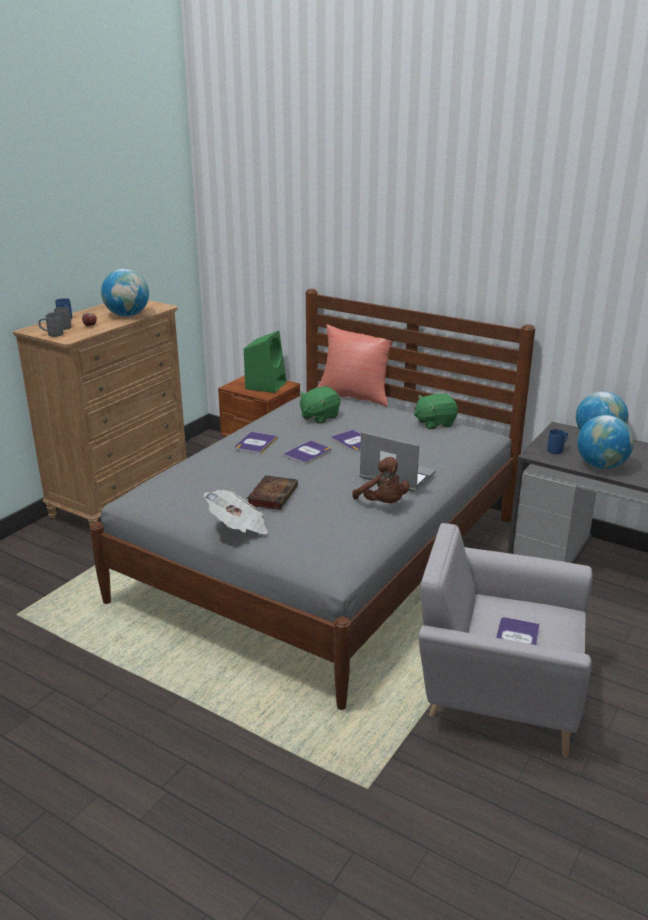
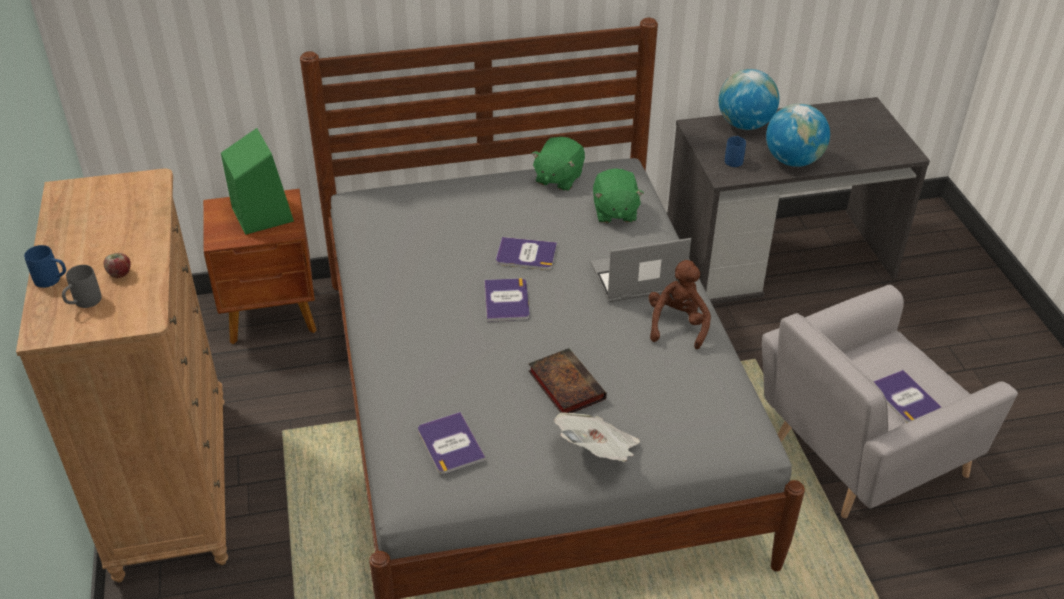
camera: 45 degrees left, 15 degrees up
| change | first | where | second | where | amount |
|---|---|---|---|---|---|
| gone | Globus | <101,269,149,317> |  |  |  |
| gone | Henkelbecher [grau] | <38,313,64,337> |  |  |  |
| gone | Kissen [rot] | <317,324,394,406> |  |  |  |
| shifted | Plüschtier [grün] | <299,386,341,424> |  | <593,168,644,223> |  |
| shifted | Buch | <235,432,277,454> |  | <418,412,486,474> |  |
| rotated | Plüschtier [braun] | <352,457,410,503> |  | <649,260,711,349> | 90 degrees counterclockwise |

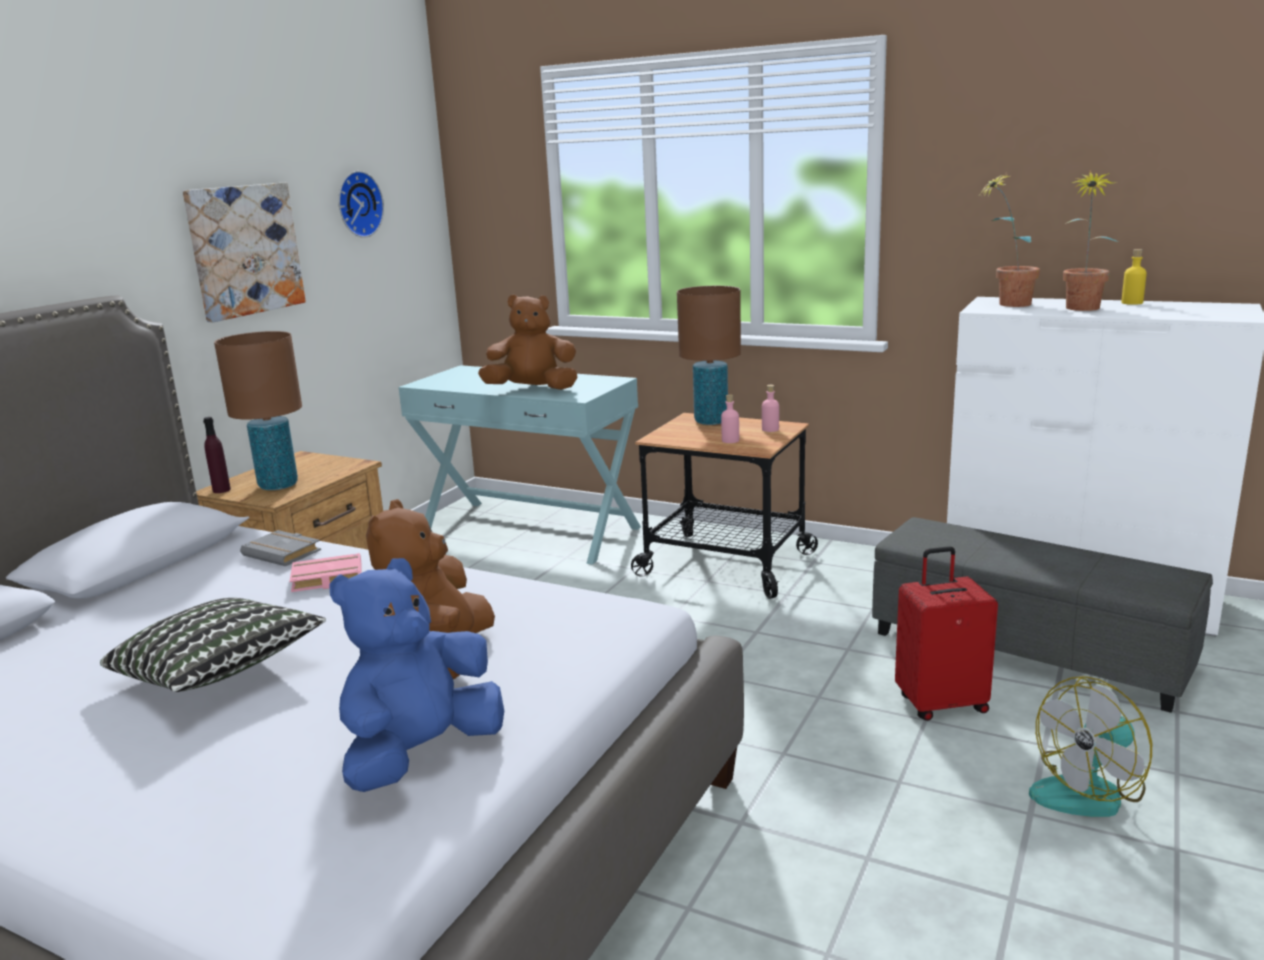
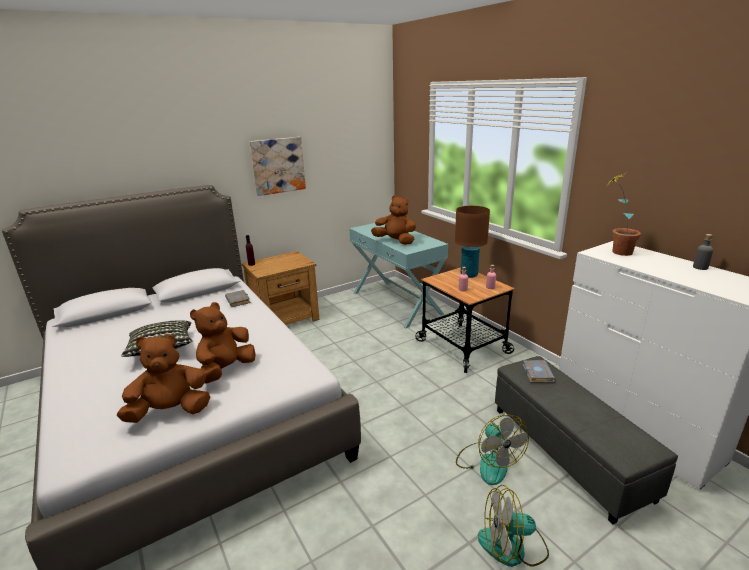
camera: 30 degrees right, 5 degrees up
| change | first | where | second | where | amount |
|---|---|---|---|---|---|
| gone | Topfpflanze | <1063,170,1119,311> |  |  |  |
| gone | Wanduhr | <338,171,384,238> |  |  |  |
| repainted | Flasche [gelb] | <1121,249,1147,305> | Flasche [grau] | <693,234,713,270> |  |
| gone | Tischlampe [braun] | <214,331,302,490> |  |  |  |
| swapped | Koffer [rot] | <895,546,998,721> | Ventilator | <456,415,529,485> |  |
| gone | Buch [rosa] | <290,553,362,592> |  |  |  |
| repainted | Plüschtier [blau] | <329,558,504,792> | Plüschtier [braun] | <117,334,210,423> |  |
| new |  |  | Buch [grau] | <523,360,556,383> |  |

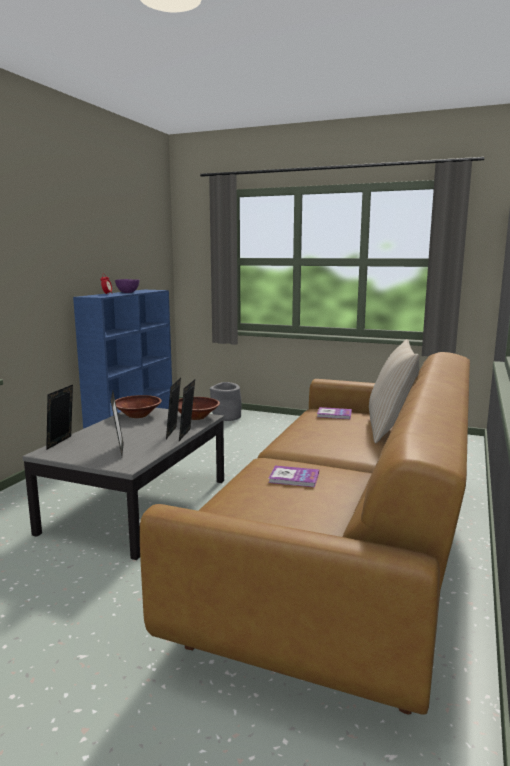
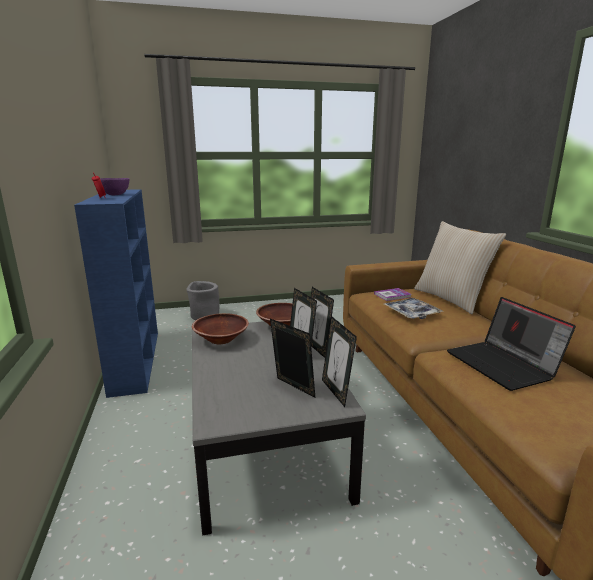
camera: 35 degrees left, 5 degrees up
| change | first | where | second | where | amount |
|---|---|---|---|---|---|
| shifted | Bilderrahmen | <46,385,73,450> |  | <322,316,357,407> |  |
| swapped | Buch | <268,466,319,487> | Laptop | <447,297,576,391> |  |
| new |  |  | Tablett | <384,298,444,319> |  |

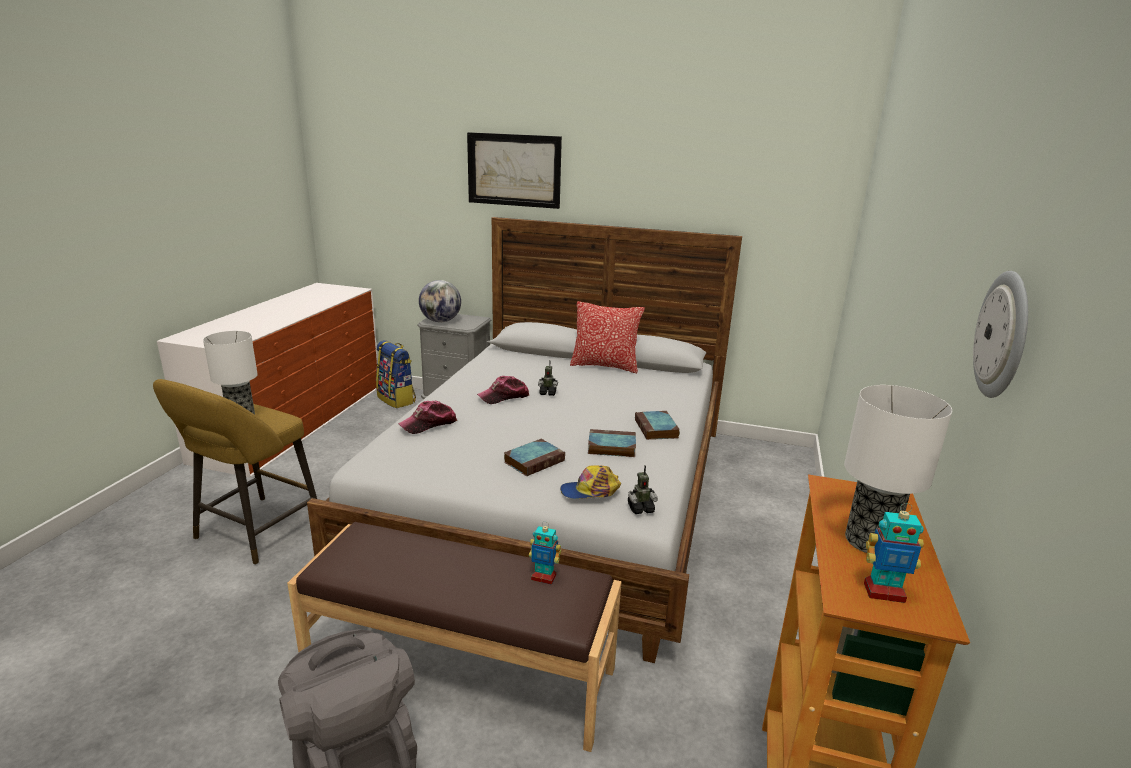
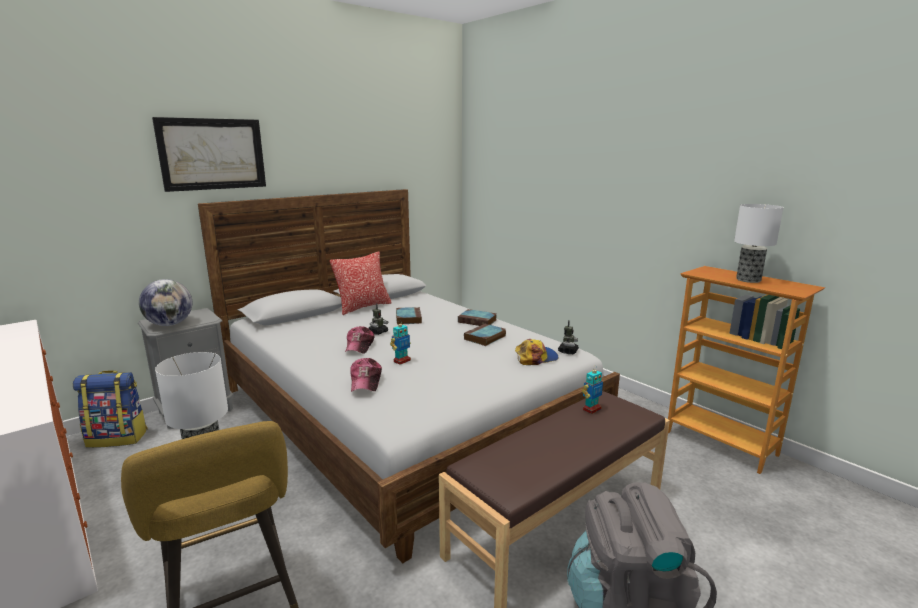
camera: 55 degrees left, 5 degrees down
| change | first | where | second | where | amount |
|---|---|---|---|---|---|
| gone | Wanduhr | <973,271,1028,398> |  |  |  |
| shifted | Buch | <504,439,565,476> |  | <396,307,422,325> |  |
| rotated | Kappe | <560,465,621,499> |  | <515,339,559,365> | 135 degrees counterclockwise |
| shifted | Spielzeugroboter | <864,503,924,603> |  | <390,320,411,365> |  |

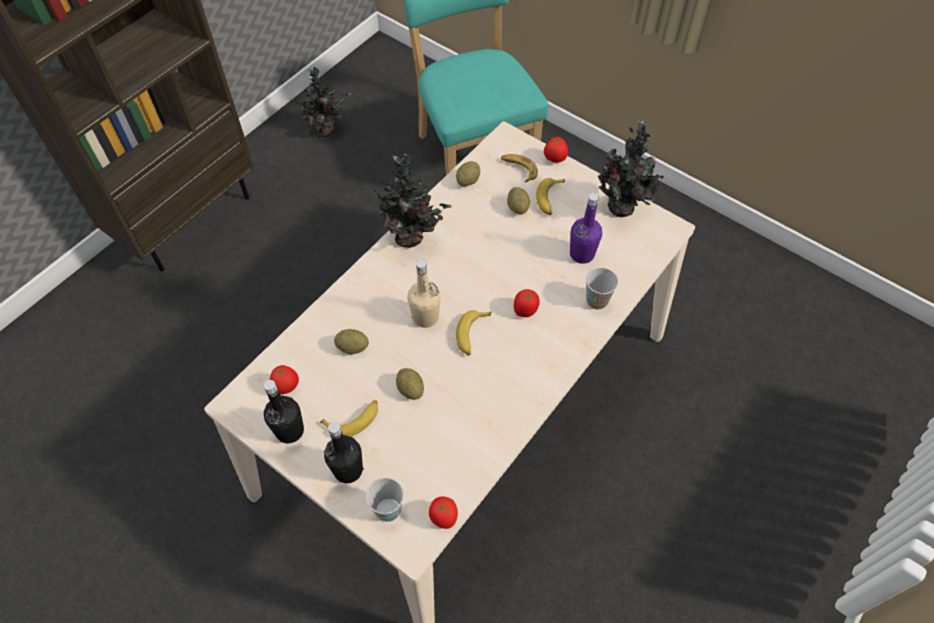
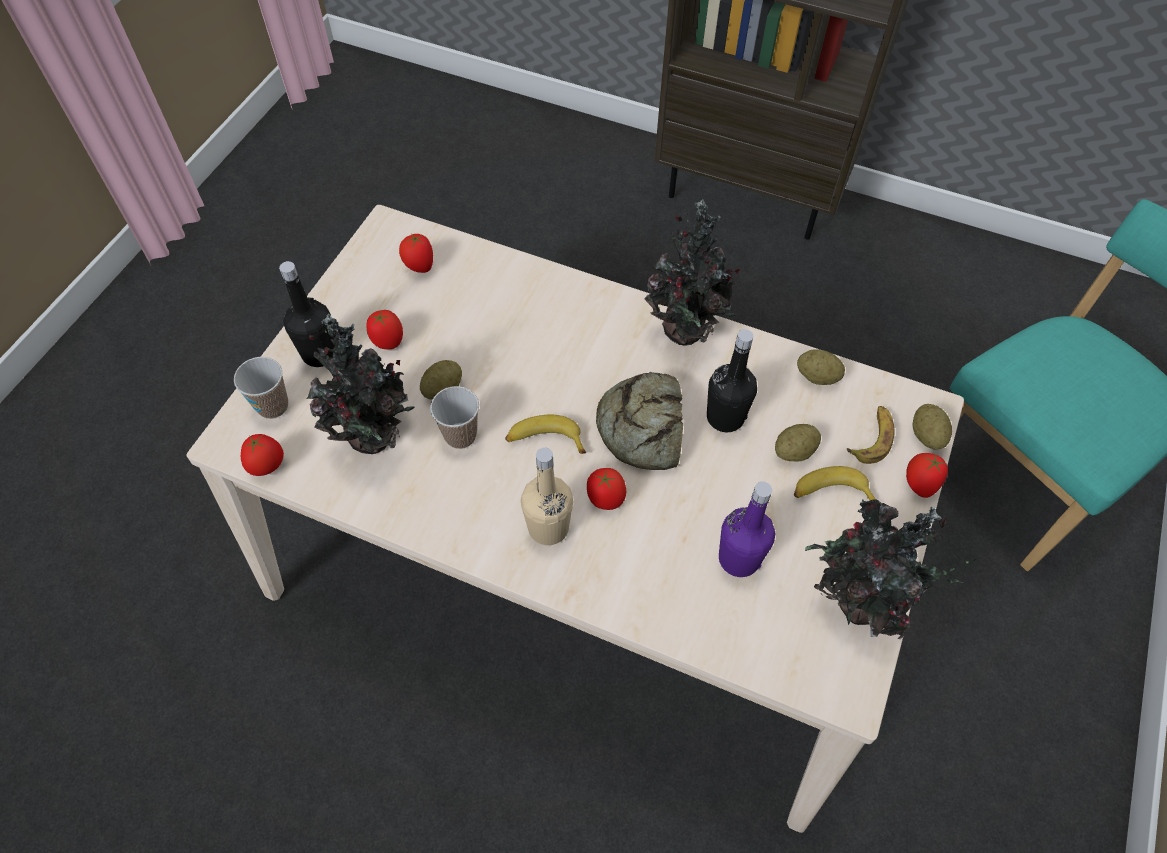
camera: 75 degrees right, 0 degrees up
| change | first | where | second | where | amount |
|---|---|---|---|---|---|
| shifted | Topfpflanze | <290,67,351,137> |  | <306,313,414,454> |  |
| shifted | Flasche [beige] | <407,259,441,328> |  | <521,448,573,545> |  |
| shifted | Tasse | <586,267,619,310> |  | <430,386,479,449> |  |
| shifted | Kartoffel | <334,329,369,354> |  | <912,404,952,450> |  |
| shifted | Flasche [schwarz] | <264,380,304,444> |  | <707,329,757,432> |  |
| swapped | Banane | <320,400,378,437> | Tomate | <367,310,403,349> |  |
| new |  |  | Brot | <596,372,683,470> |  |

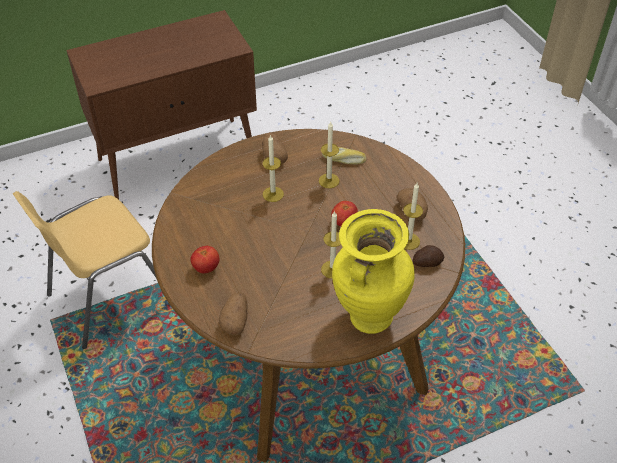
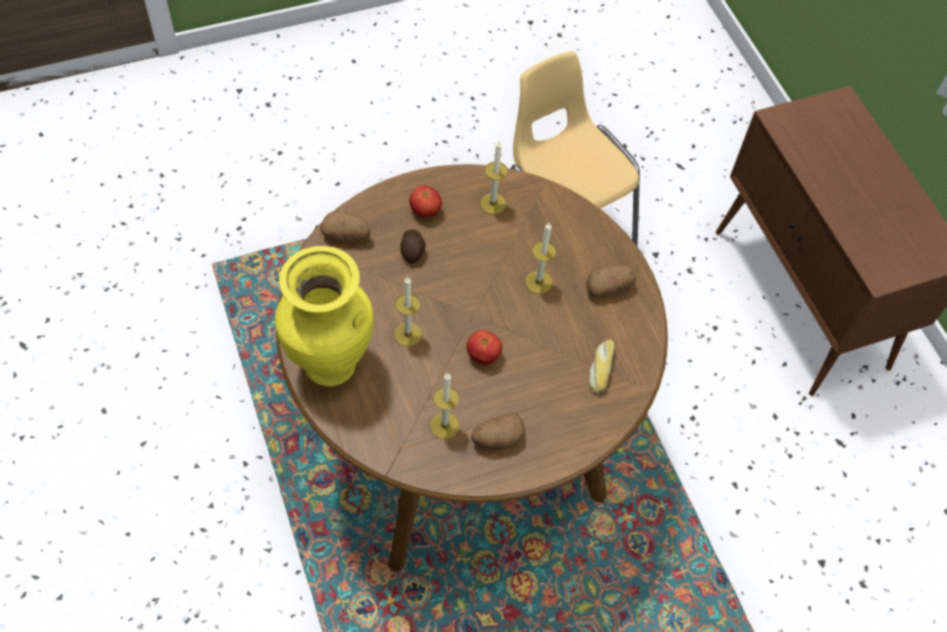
camera: 90 degrees right, 10 degrees up
| change | first | where | second | where | amount |
|---|---|---|---|---|---|
| shifted | Kerze | <319,121,339,188> |  | <480,140,508,214> |  |
| shifted | Kartoffel | <412,245,445,267> |  | <400,229,426,263> |  |

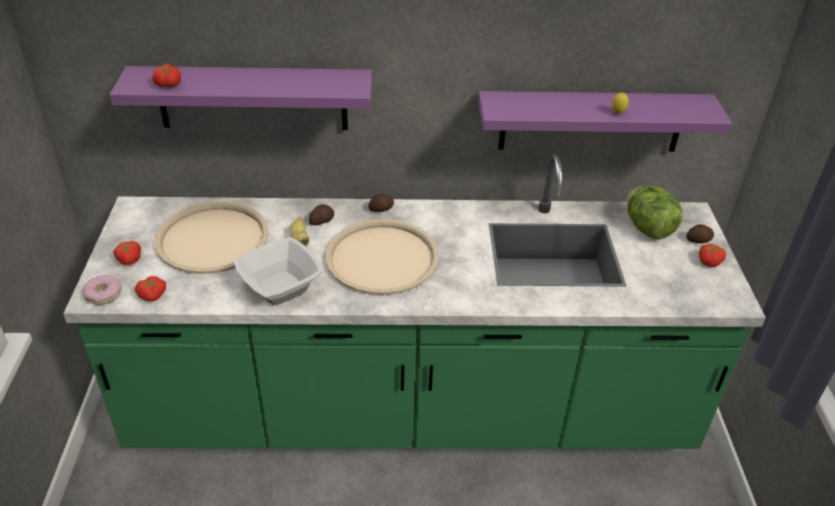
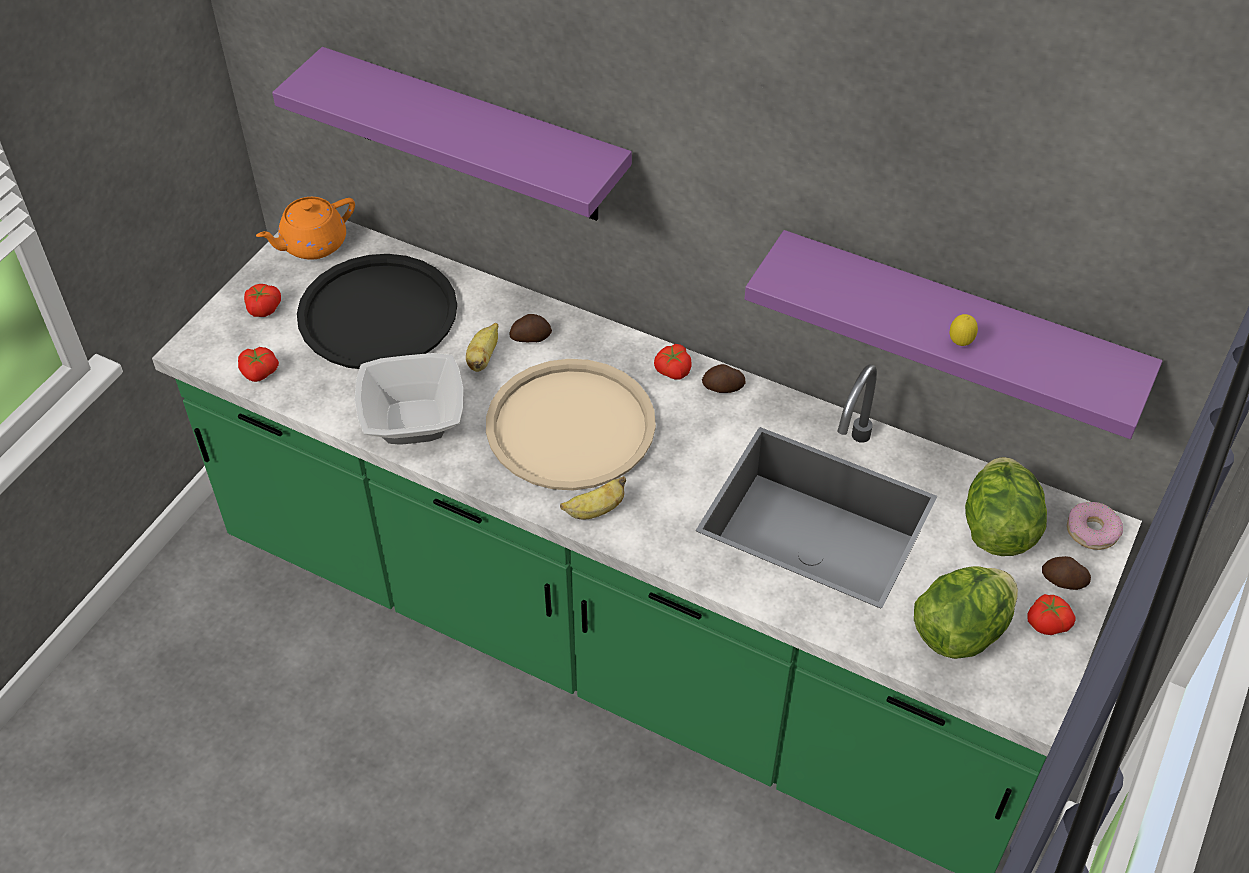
camera: 30 degrees right, 10 degrees up
| change | first | where | second | where | amount |
|---|---|---|---|---|---|
| shifted | Tomate | <152,64,181,87> |  | <654,344,691,380> |  |
| shifted | Kartoffel | <368,194,394,212> |  | <702,364,745,393> |  |
| repainted | Tablett [beige] | <154,202,269,274> | Tablett [schwarz] | <297,254,457,369> |  |
| shifted | Donut | <83,275,121,305> |  | <1067,502,1123,550> |  |
| new |  |  | Teekanne [orange] | <256,197,355,260> |  |
| new |  |  | Banane | <560,476,626,519> |  |
| new |  |  | Salatkopf | <914,566,1018,659> |  |

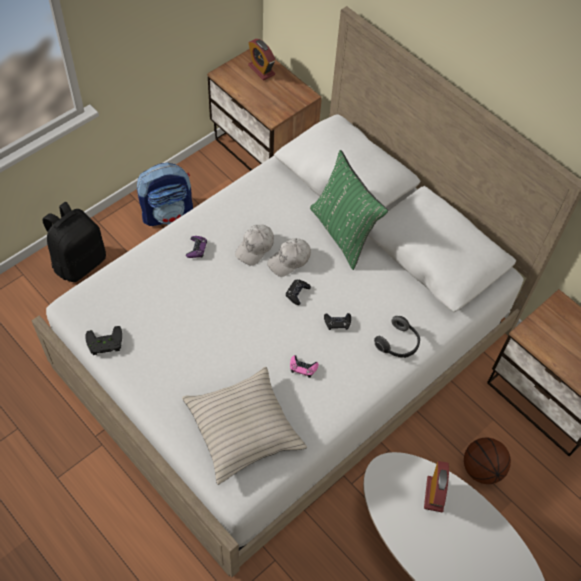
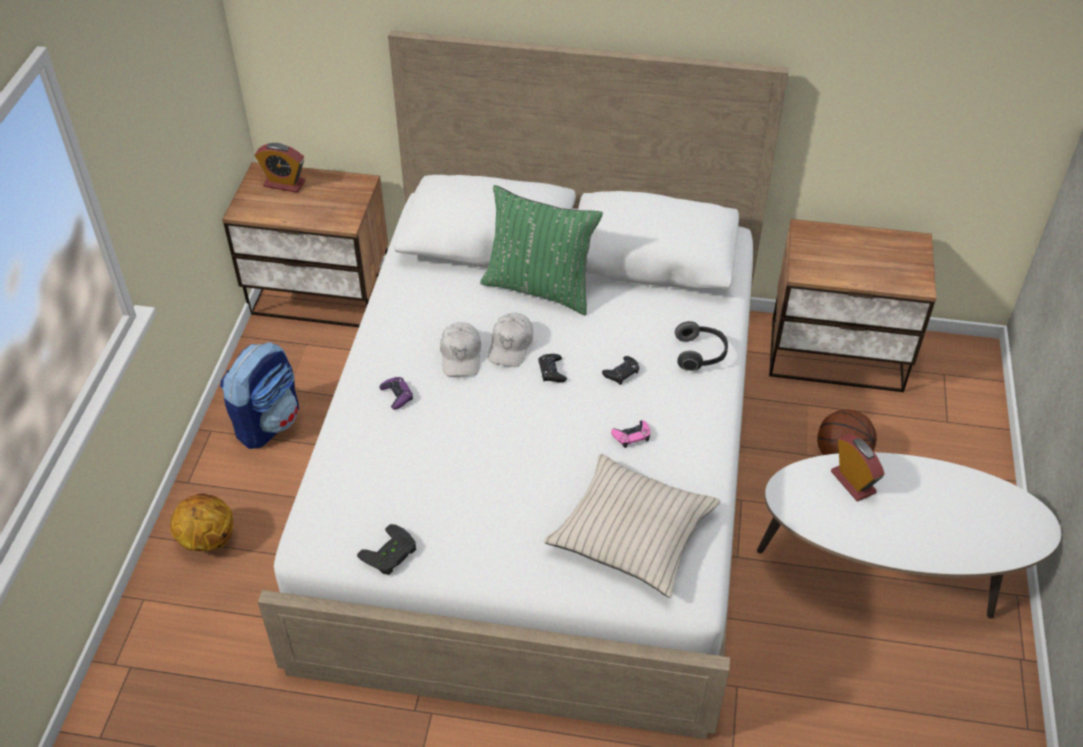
camera: 35 degrees left, 10 degrees down
| change | first | where | second | where | amount |
|---|---|---|---|---|---|
| swapped | Rucksack [schwarz] | <42,202,106,282> | Basketball | <170,494,233,551> |  |

